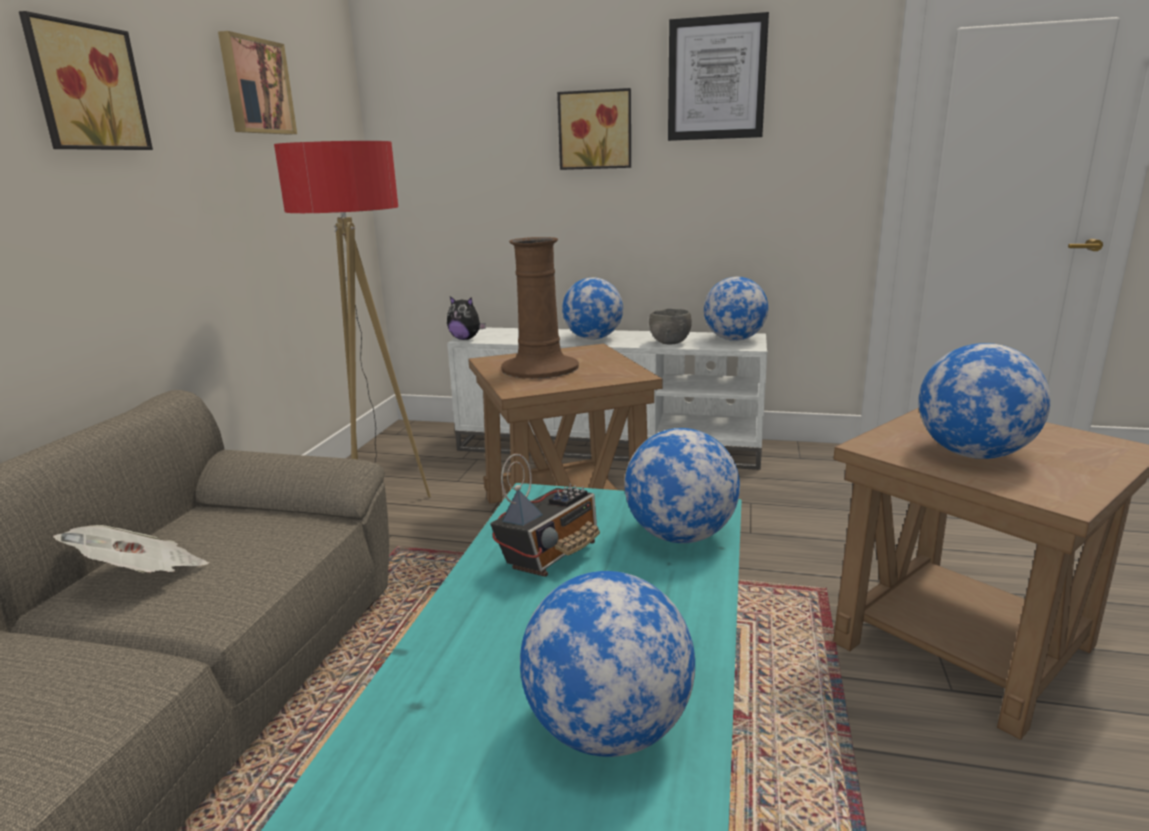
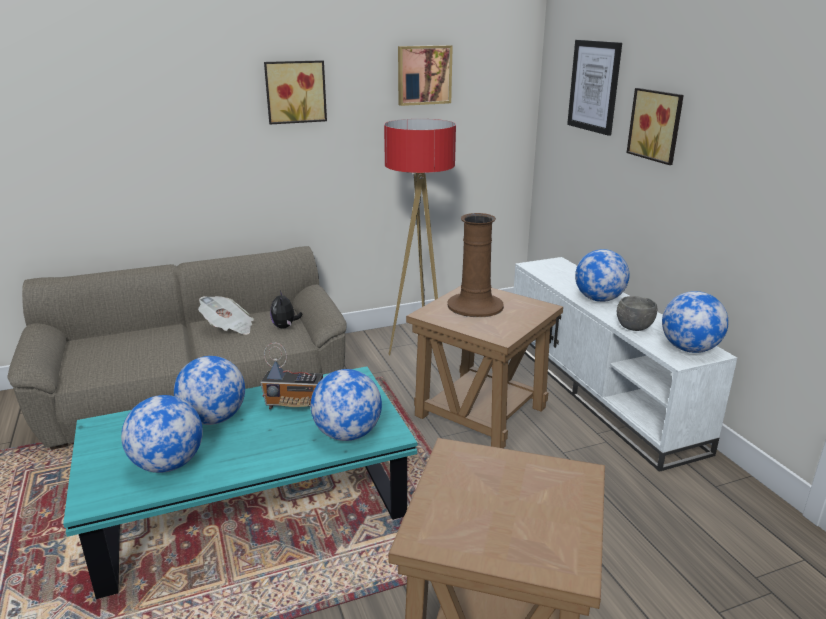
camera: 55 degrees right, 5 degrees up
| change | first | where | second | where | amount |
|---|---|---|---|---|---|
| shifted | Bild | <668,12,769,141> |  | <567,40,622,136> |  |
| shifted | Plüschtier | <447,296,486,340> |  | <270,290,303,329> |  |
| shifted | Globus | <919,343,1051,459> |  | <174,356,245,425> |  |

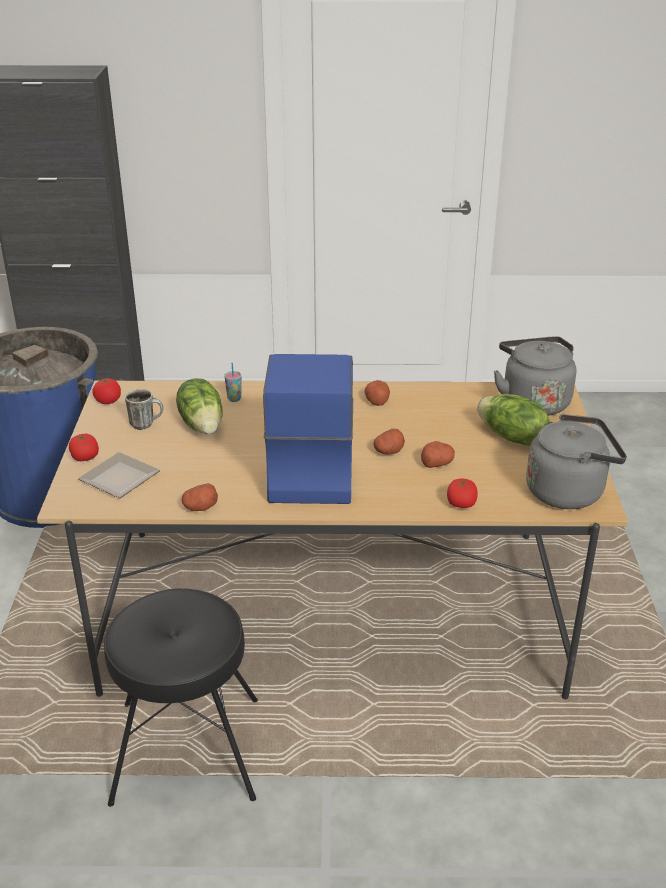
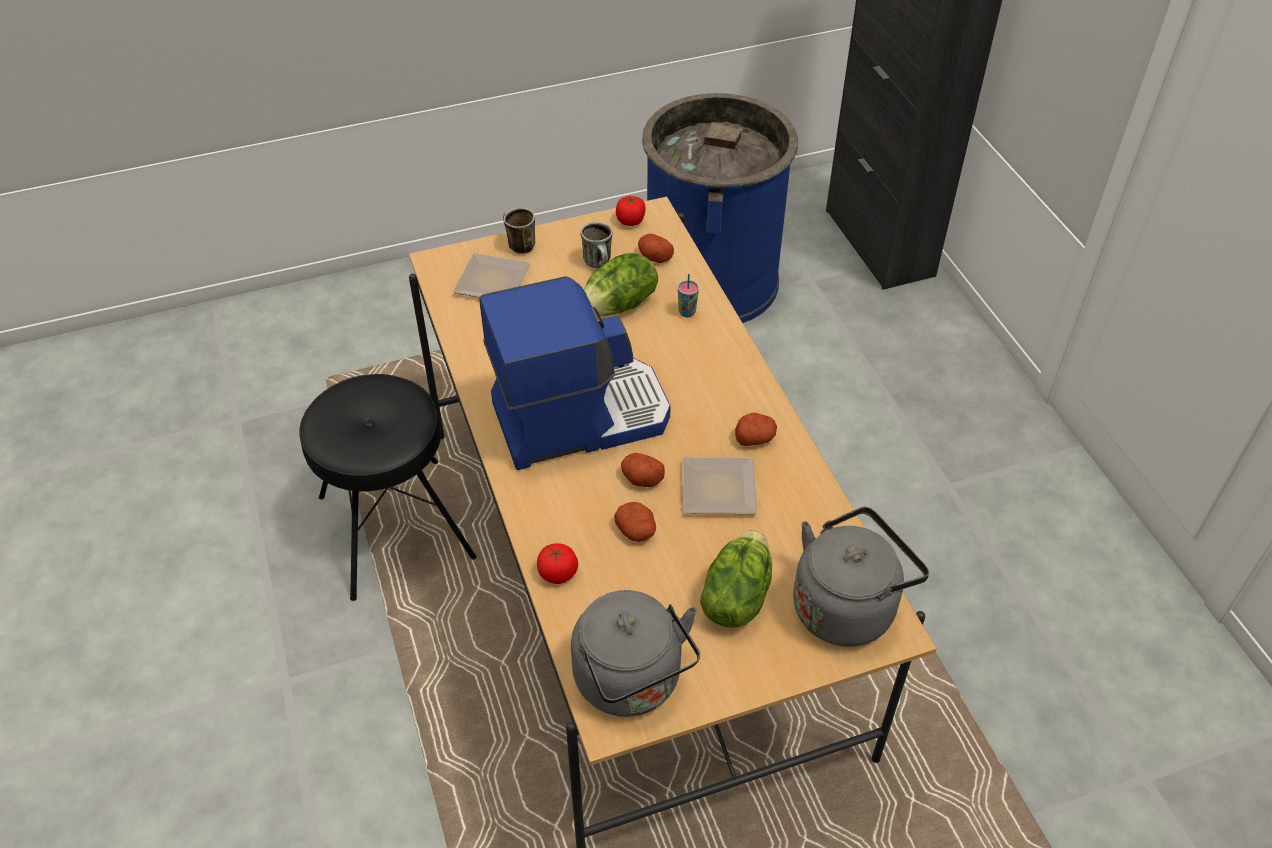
camera: 70 degrees right, 15 degrees up
| change | first | where | second | where | amount |
|---|---|---|---|---|---|
| swapped | Tomate | <69,434,99,461> | Henkelbecher | <503,208,535,254> |  |
| shifted | Kartoffel | <182,483,218,511> |  | <638,234,674,263> |  |
| new |  |  | Teller | <682,457,757,514> |  |

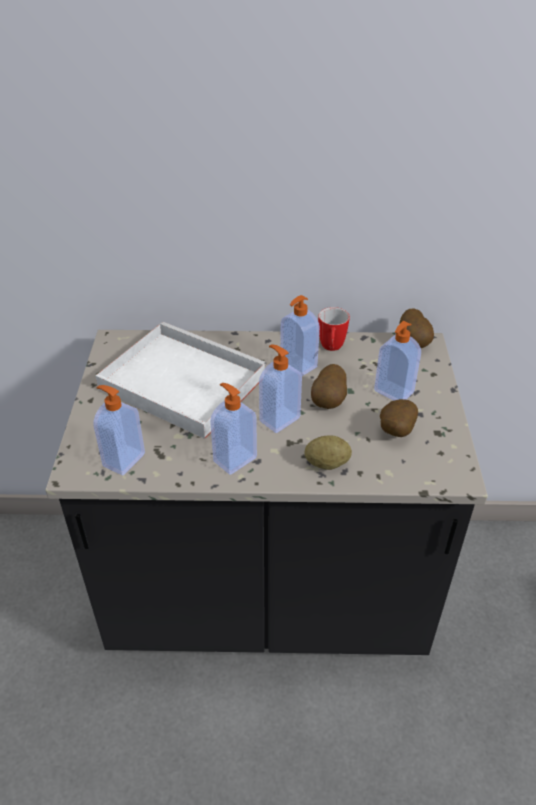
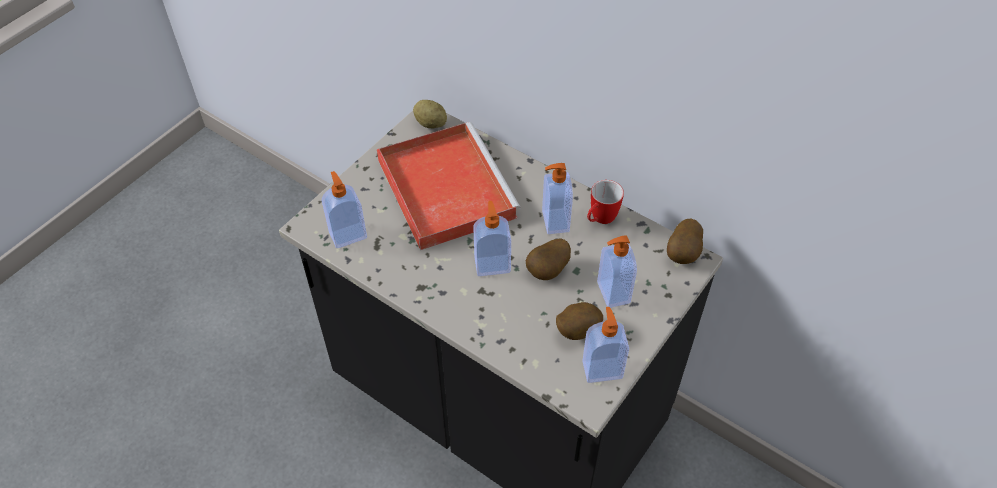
camera: 35 degrees right, 10 degrees up
| change | first | where | second | where | amount |
|---|---|---|---|---|---|
| repainted | Tablett [weiß] | <95,322,267,439> | Tablett [rot] | <377,122,521,250> |  |
| shifted | Seifenspender | <210,383,257,475> |  | <582,307,629,383> |  |
| shifted | Kartoffel | <304,435,352,470> |  | <413,100,447,128> |  |

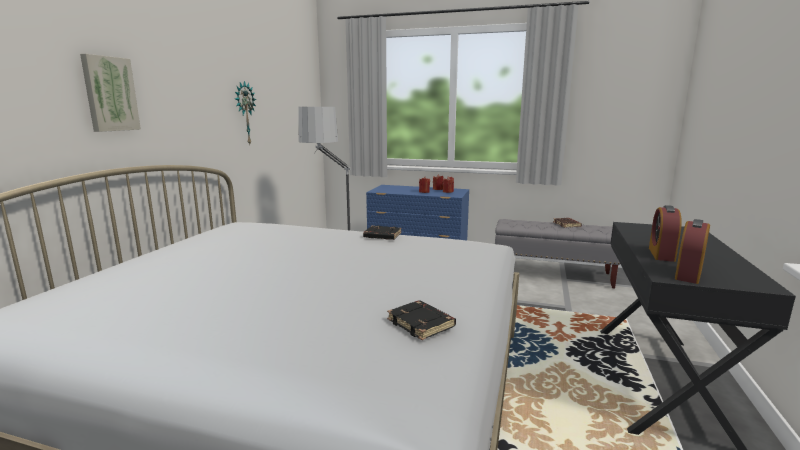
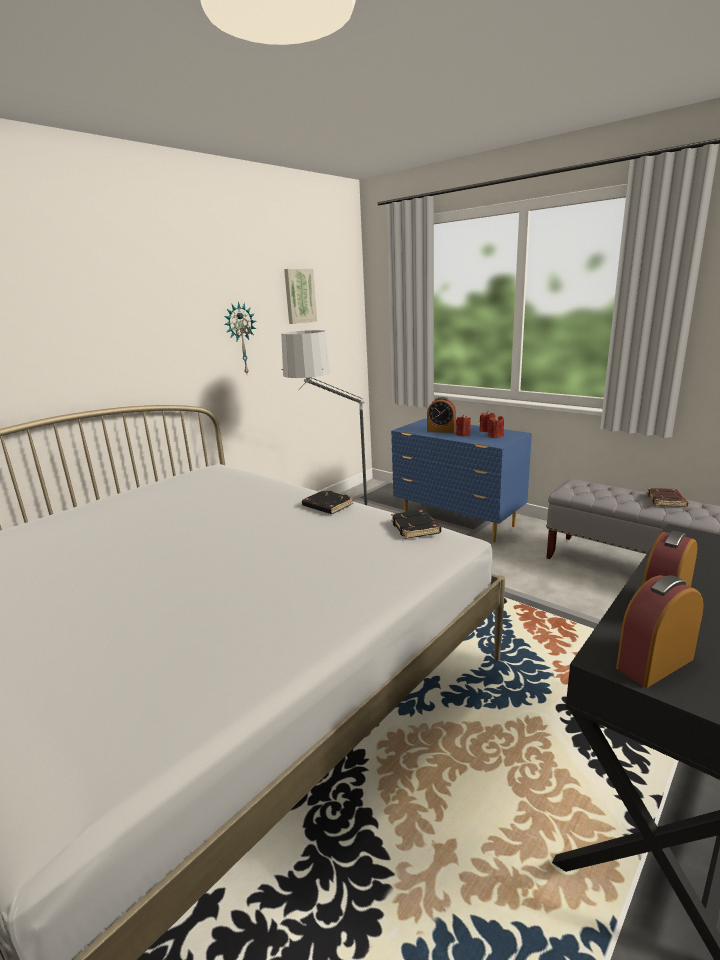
camera: 25 degrees right, 5 degrees up
| change | first | where | second | where | amount |
|---|---|---|---|---|---|
| shifted | Bild | <80,54,141,132> |  | <284,269,317,324> |  |
| shifted | Buch [schwarz] | <387,300,456,340> |  | <391,510,441,539> |  |
| new |  |  | Wecker | <427,397,456,433> |  |

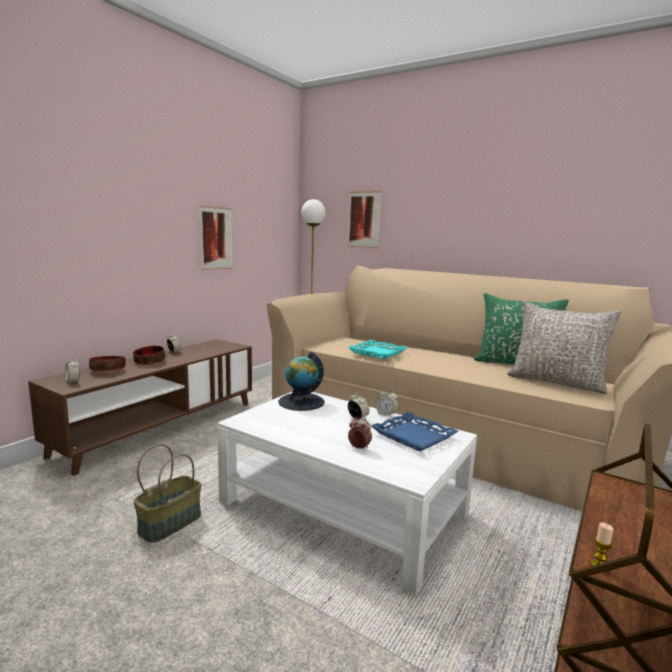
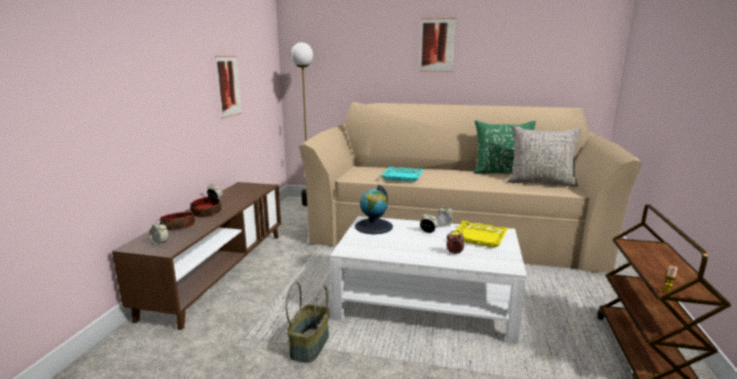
camera: 20 degrees left, 5 degrees up
| change | first | where | second | where | amount |
|---|---|---|---|---|---|
| shifted | Bild | <348,191,382,248> |  | <420,18,456,72> |  |
| repainted | Tablett [blau] | <371,412,458,452> | Tablett [gelb] | <452,221,508,248> |  |

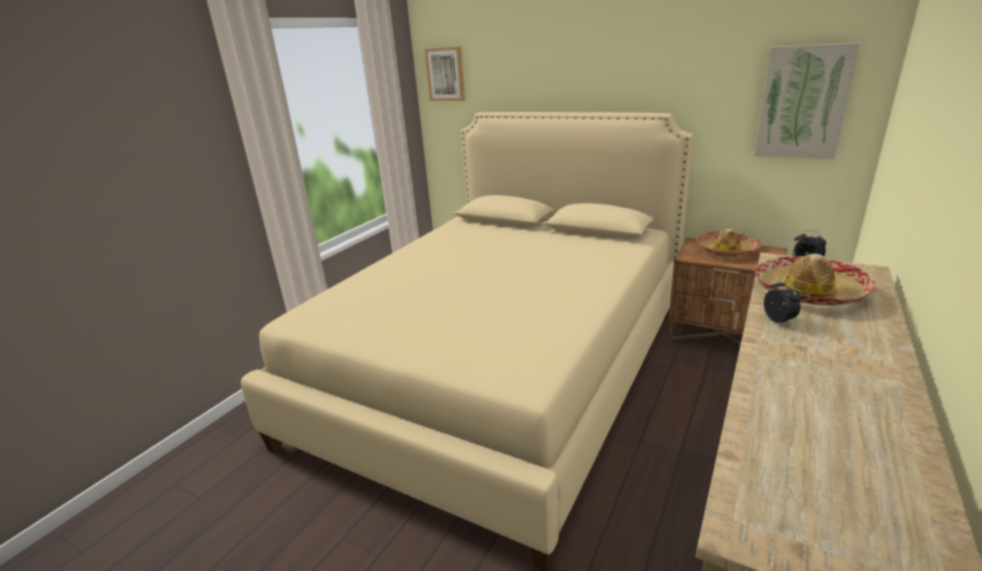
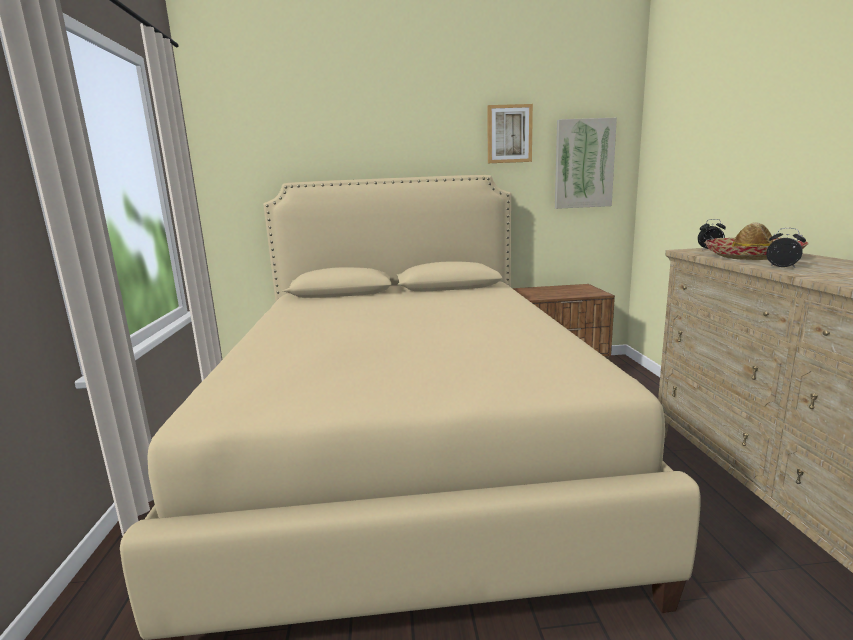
camera: 35 degrees left, 10 degrees down
| change | first | where | second | where | amount |
|---|---|---|---|---|---|
| shifted | Bild | <424,47,465,101> |  | <487,104,533,163> |  |
| gone | Hut | <697,229,761,258> |  |  |  |

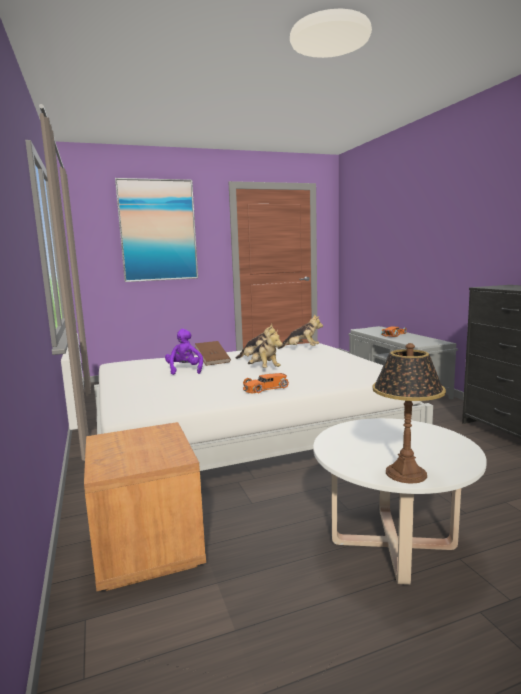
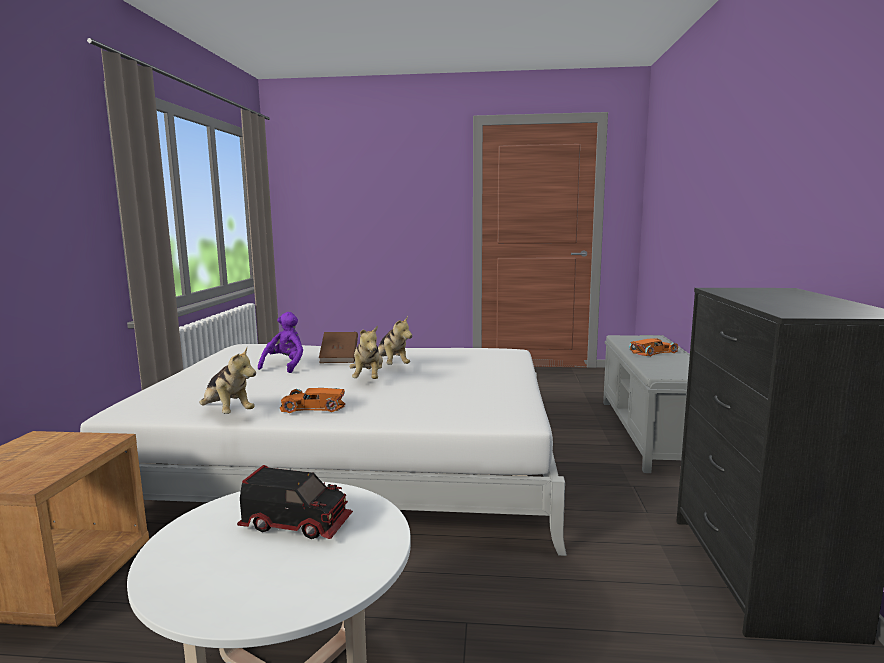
camera: 25 degrees right, 0 degrees up
| change | first | where | second | where | amount |
|---|---|---|---|---|---|
| gone | Bild | <115,178,198,282> |  |  |  |
| shifted | Plüschtier | <278,314,323,349> |  | <200,347,256,414> |  |
| gone | Tischlampe | <372,343,446,484> |  |  |  |
| new |  |  | Spielzeuglaster | <237,465,353,539> |  |

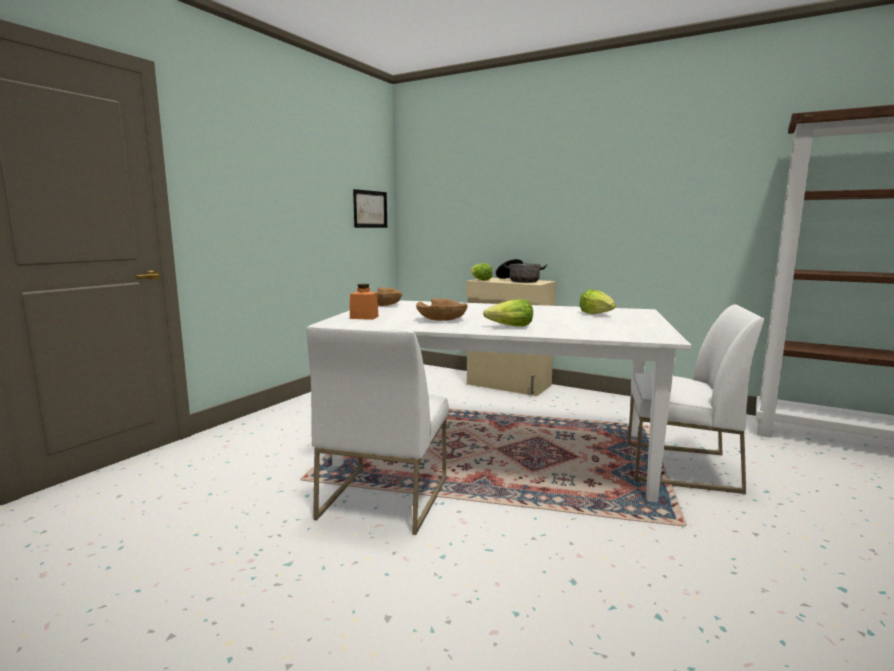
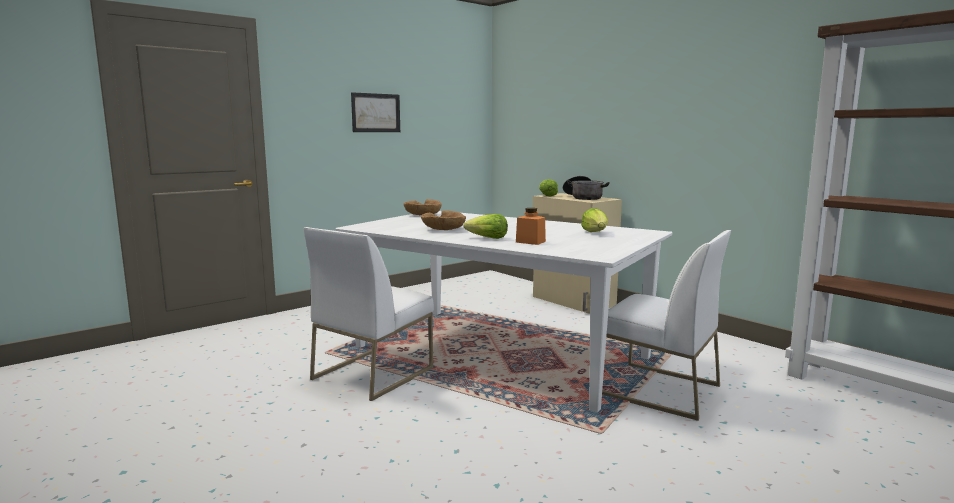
camera: 20 degrees right, 0 degrees up
| change | first | where | second | where | amount |
|---|---|---|---|---|---|
| shifted | Bild | <353,189,387,228> |  | <351,92,400,132> |  |
| shifted | Vorratsglas [orange] | <350,284,379,320> |  | <516,208,546,245> |  |

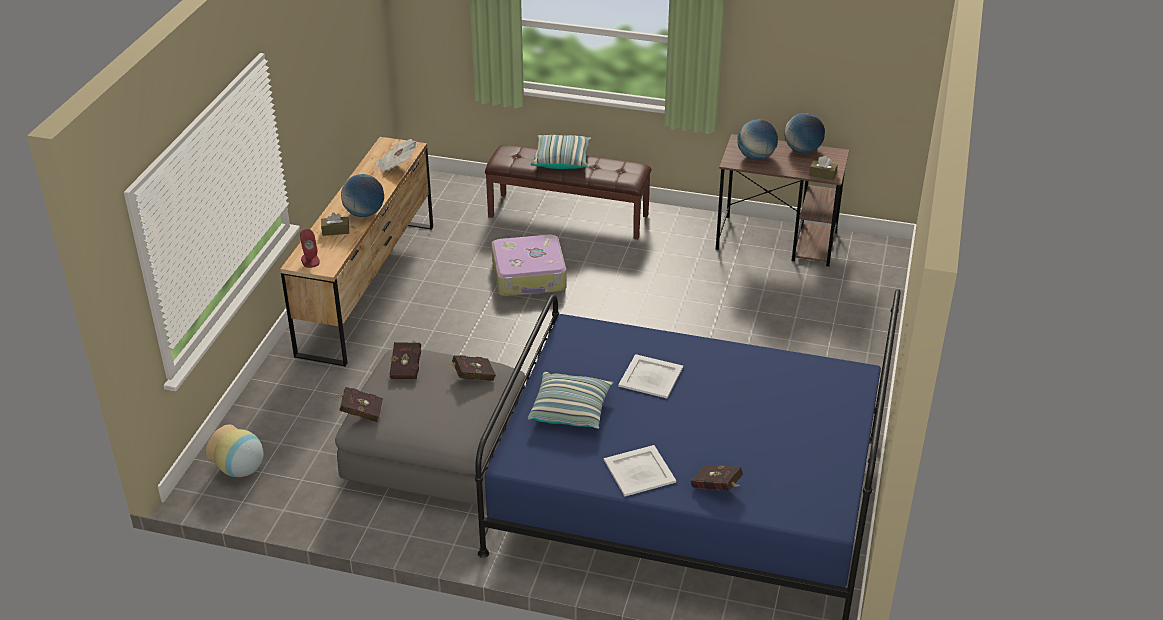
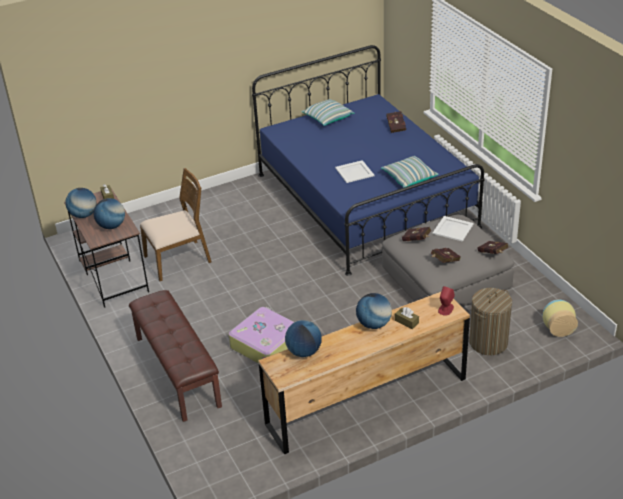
camera: 130 degrees left, 0 degrees up
| change | first | where | second | where | amount |
|---|---|---|---|---|---|
| shifted | Kissen | <530,135,591,169> |  | <301,99,354,126> |  |
| swapped | Zeitung | <376,139,418,172> | Globus | <285,320,322,357> |  |
| shifted | Tablett [weiß] | <604,445,676,496> |  | <432,216,474,242> |  |
| new |  |  | Stuhl [braun] | <140,168,211,281> |  |
| new |  |  | Wäschekorb | <469,288,512,355> |  |

